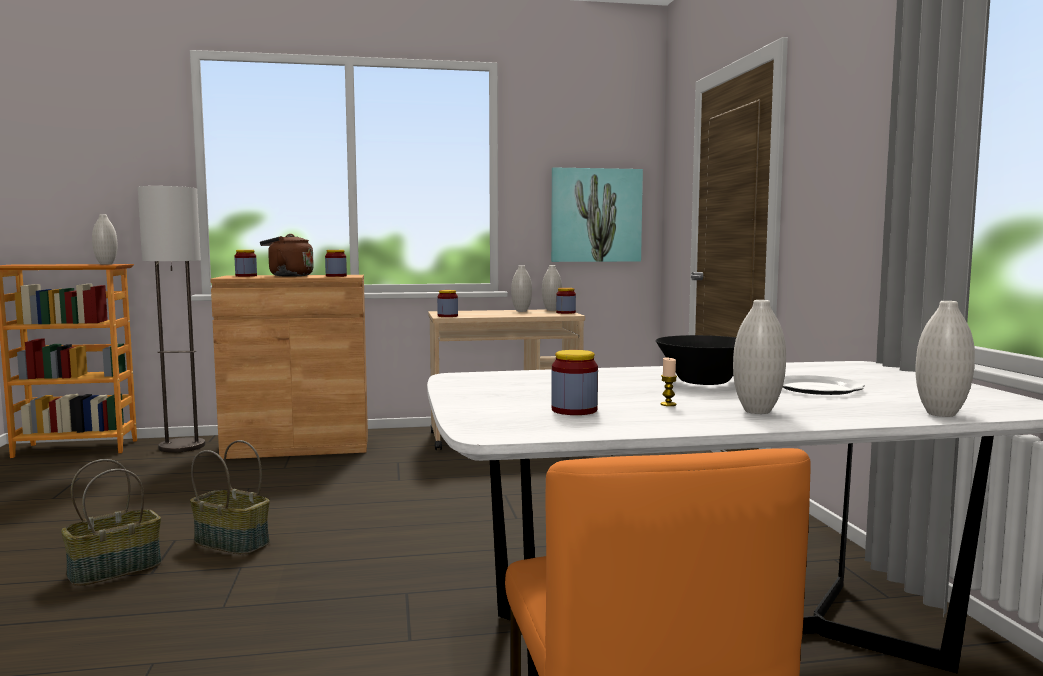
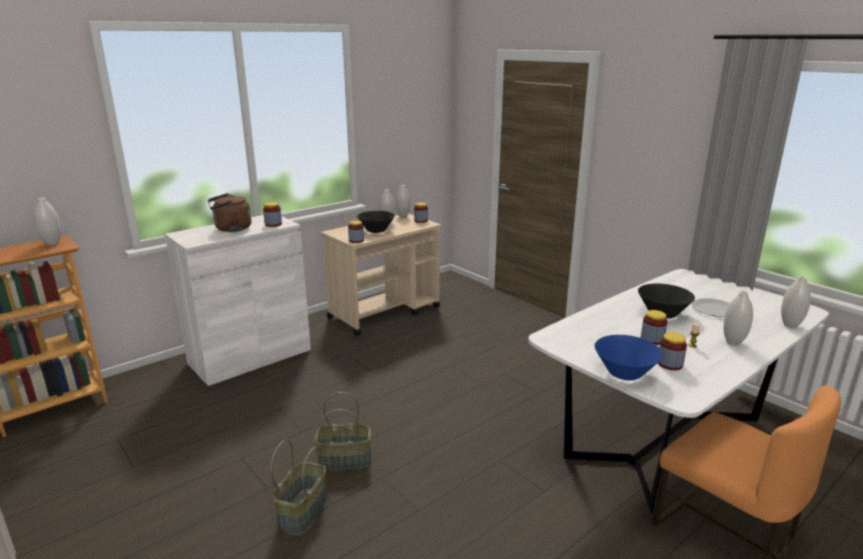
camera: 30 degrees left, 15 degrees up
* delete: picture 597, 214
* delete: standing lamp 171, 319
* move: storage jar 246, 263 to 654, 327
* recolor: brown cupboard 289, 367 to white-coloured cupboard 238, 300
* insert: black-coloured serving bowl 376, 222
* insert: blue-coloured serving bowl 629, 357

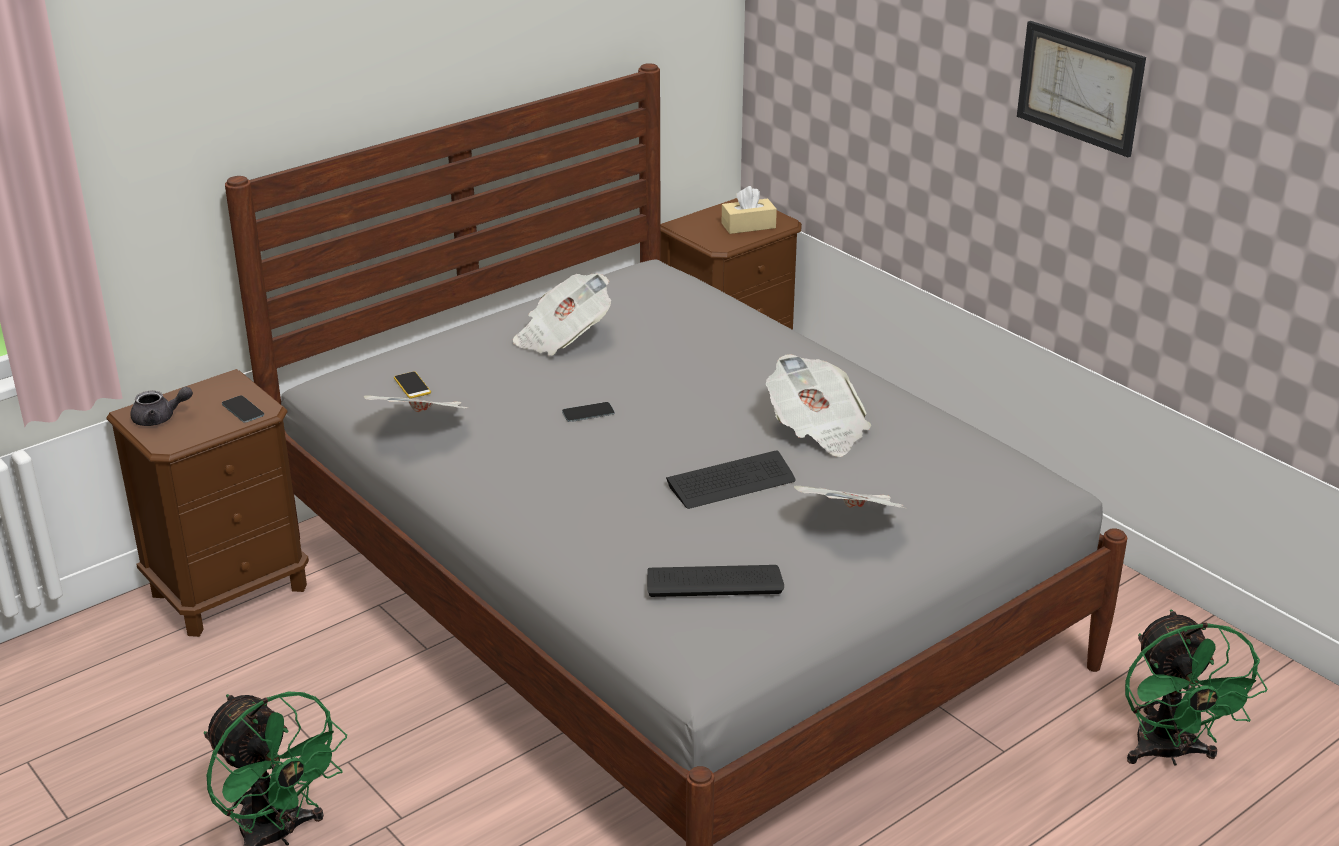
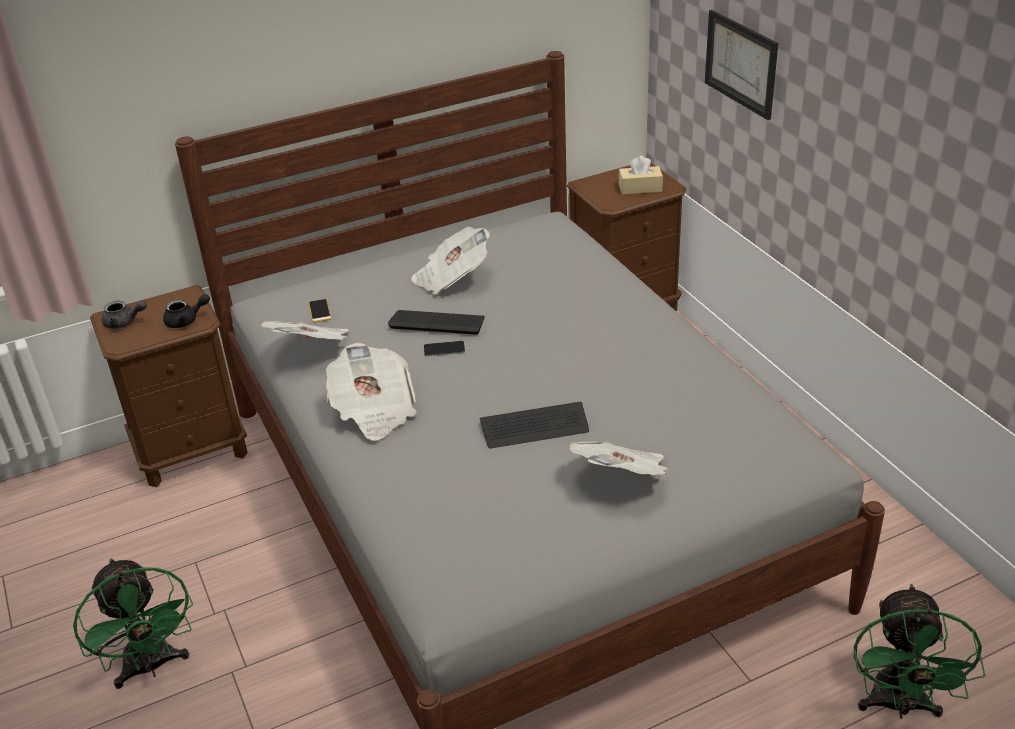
camera: 15 degrees right, 5 degrees up
* move: picture 1081, 89 to 741, 65
* move: daily paper 818, 405 to 371, 392
* replace: phone 243, 409 to black-coloured tea pot 186, 311
* move: computer keyboard 715, 581 to 436, 322

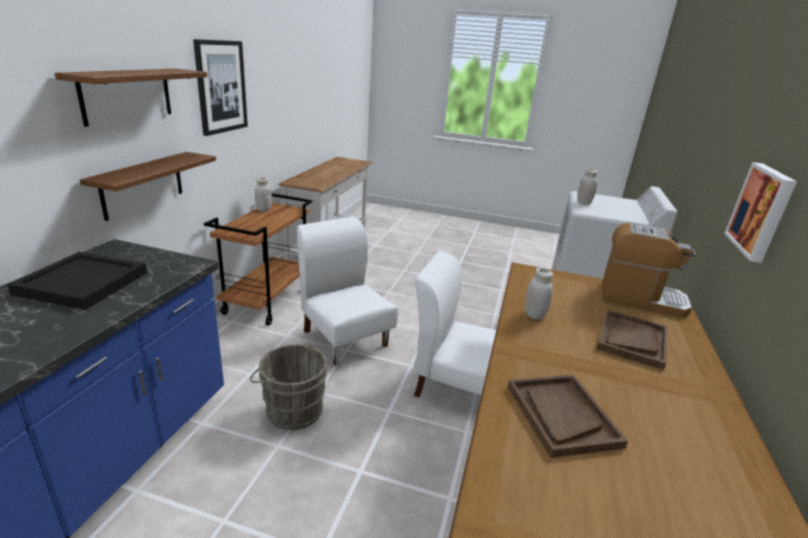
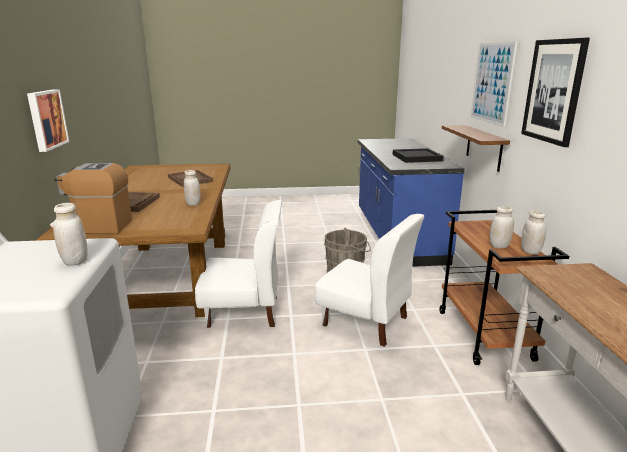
camera: 160 degrees right, 5 degrees down
* replace: wall shelf 131, 98 to picture 494, 84
* insert: white-coloured storage jar 502, 227

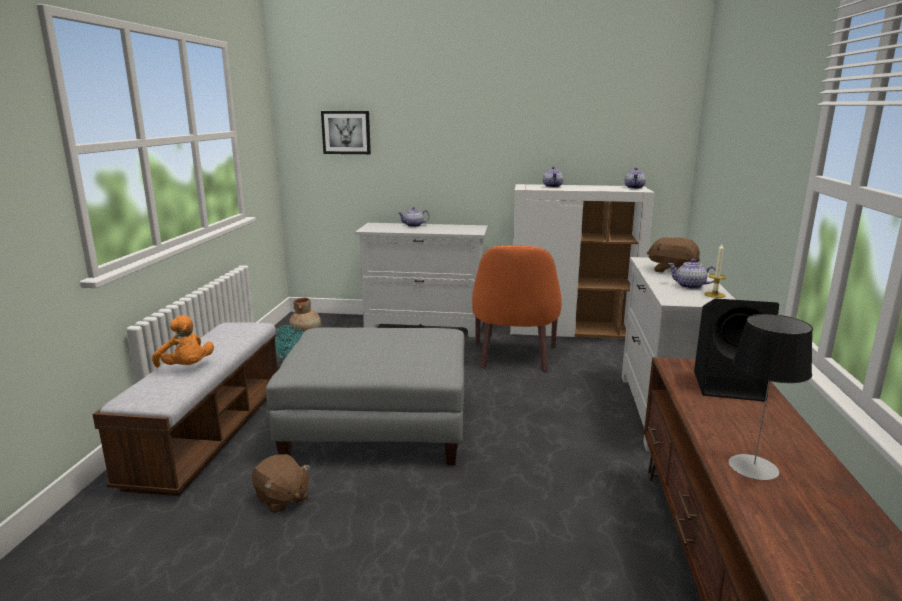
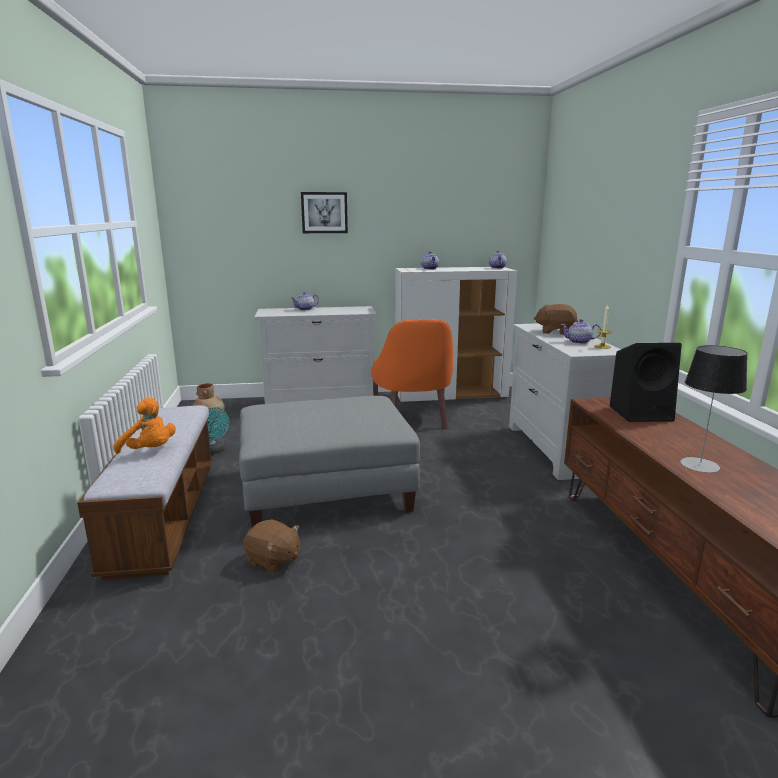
camera: 15 degrees left, 0 degrees up
* move: picture 346, 132 to 324, 212

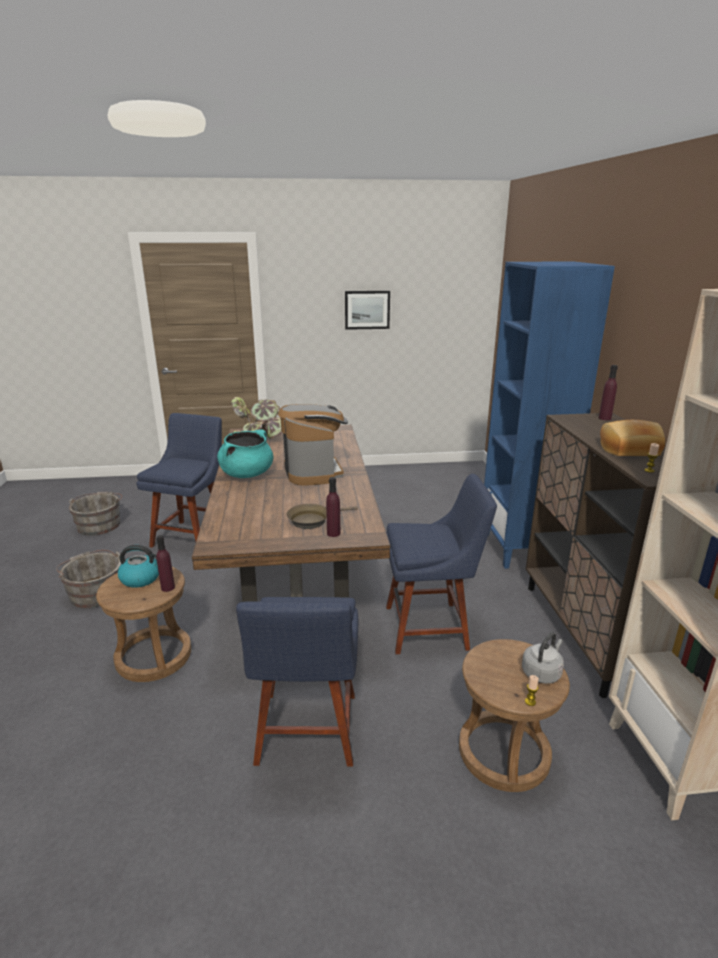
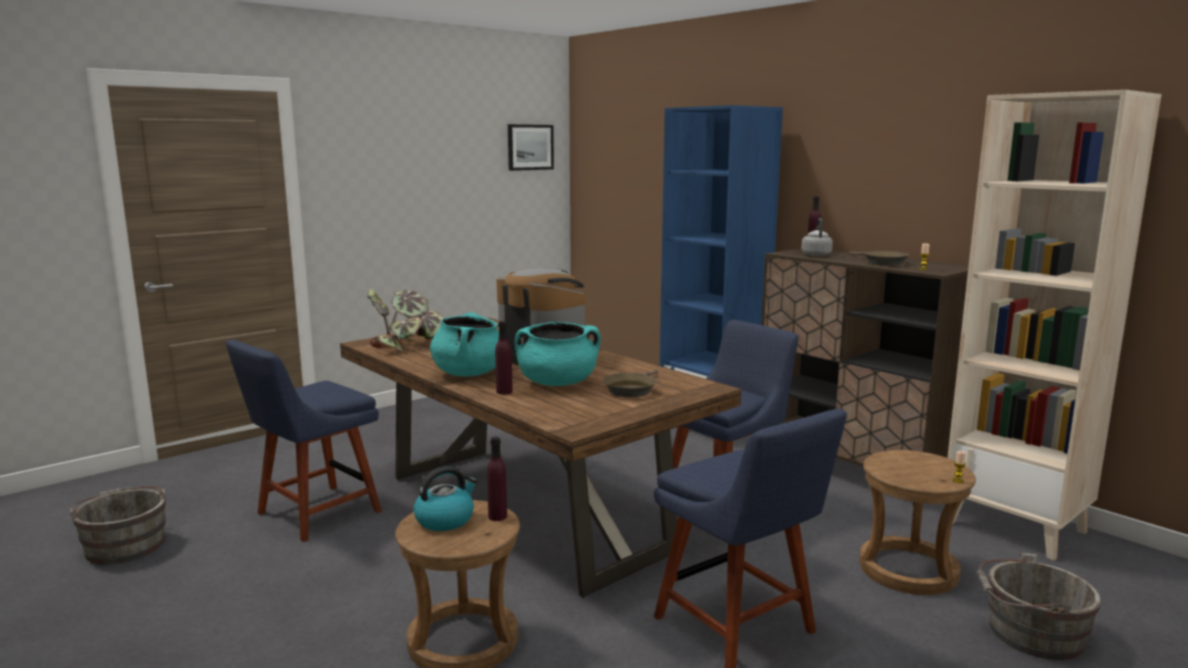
camera: 35 degrees left, 10 degrees down
* move: picture 367, 310 to 531, 147
* rotate: blue-coloured upright chair 179, 480 = 304, 441 120 degrees counterclockwise
* replace: bread 632, 438 to brown pan 880, 258
* move: purple-coloured bottle 333, 507 to 504, 358
* move: greyish pail 88, 579 to 1038, 606
* move: greyish kettle 543, 658 to 817, 237
* insert: blue-green stockpot 558, 354

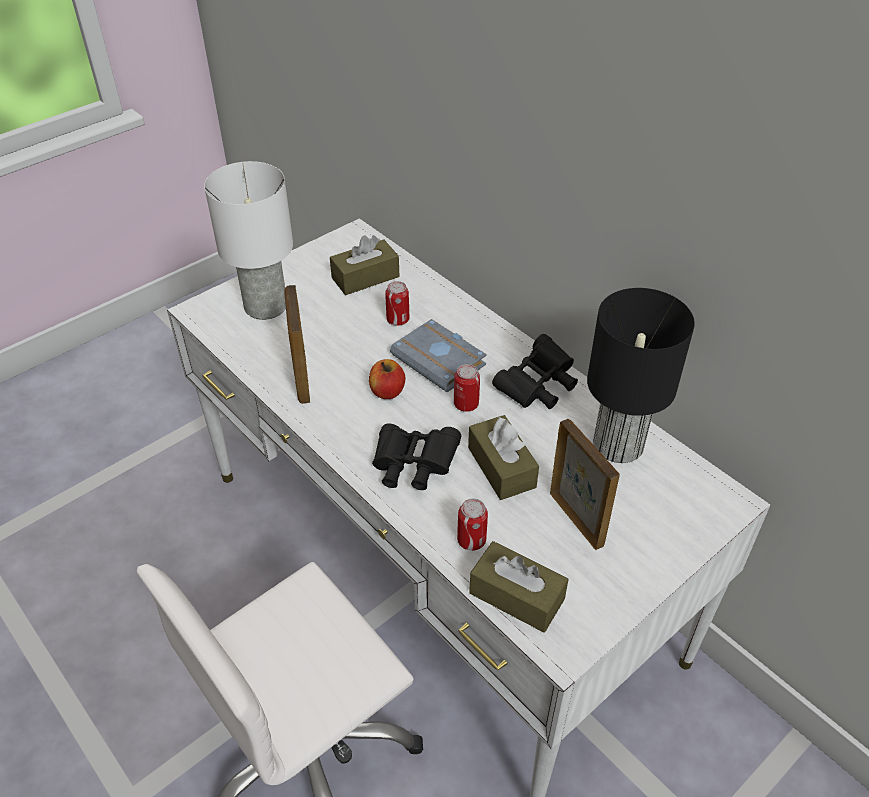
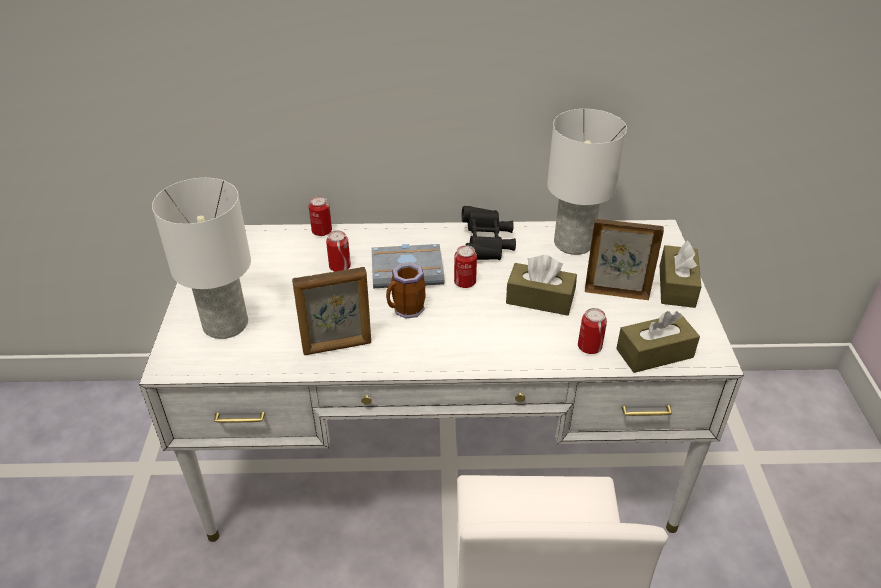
camera: 50 degrees left, 5 degrees down
* move: brown tissue box 364, 265 to 681, 274
* rotate: photo frame 297, 344 = 331, 311 45 degrees counterclockwise
* recolor: black-coloured table lamp 641, 375 to white-coloured table lamp 587, 182
* replace: whole apple 387, 379 to coffee mug 405, 290
* delete: black-coloured binoculars 416, 456
* insert: sealed can 320, 216

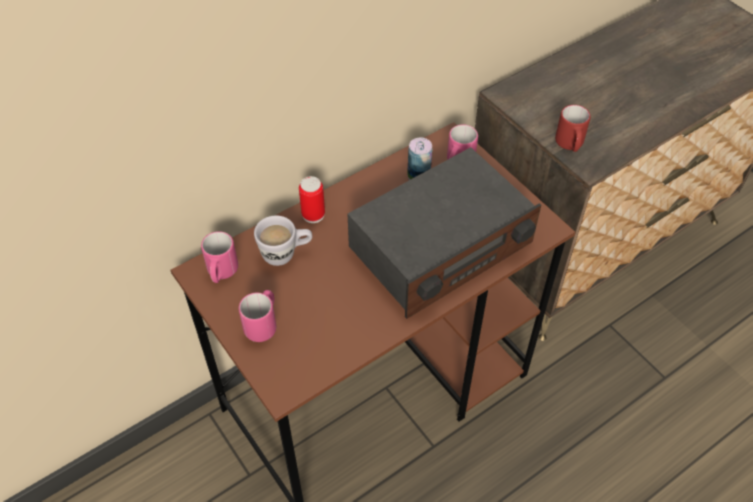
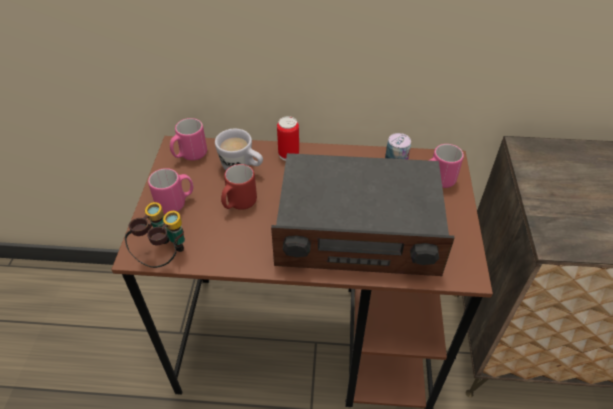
camera: 40 degrees right, 5 degrees down
* move: red coffee mug 573, 128 to 239, 187
* insert: binoculars 155, 235

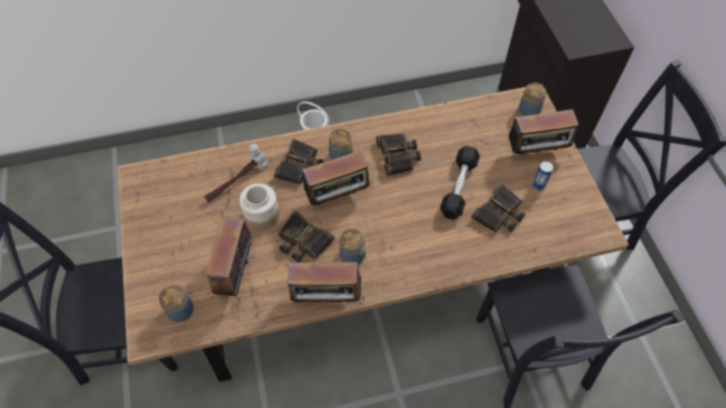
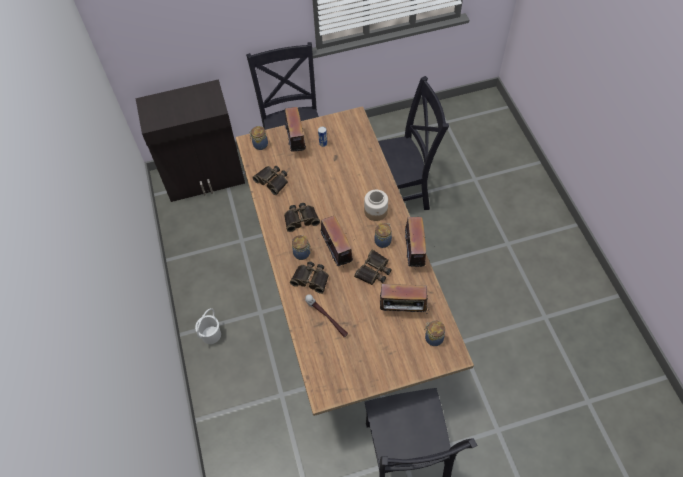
camera: 90 degrees left, 0 degrees up
* delete: black-coloured dumbbell 460, 183
* move: storage jar 259, 206 to 376, 205
* move: binoculars 498, 208 to 270, 180

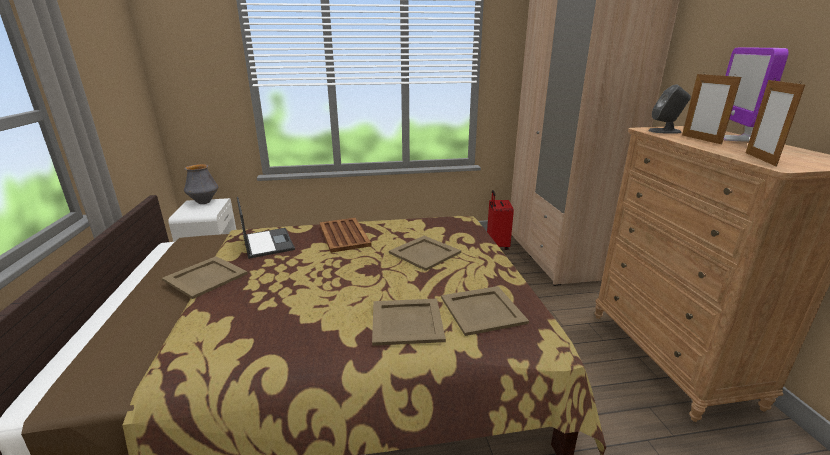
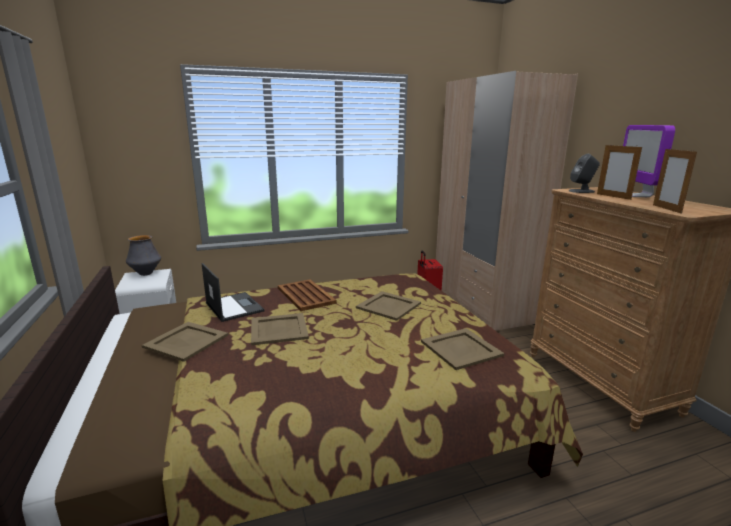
camera: 10 degrees left, 5 degrees down
* move: beige-coloured carrying tray 409, 322 to 280, 329

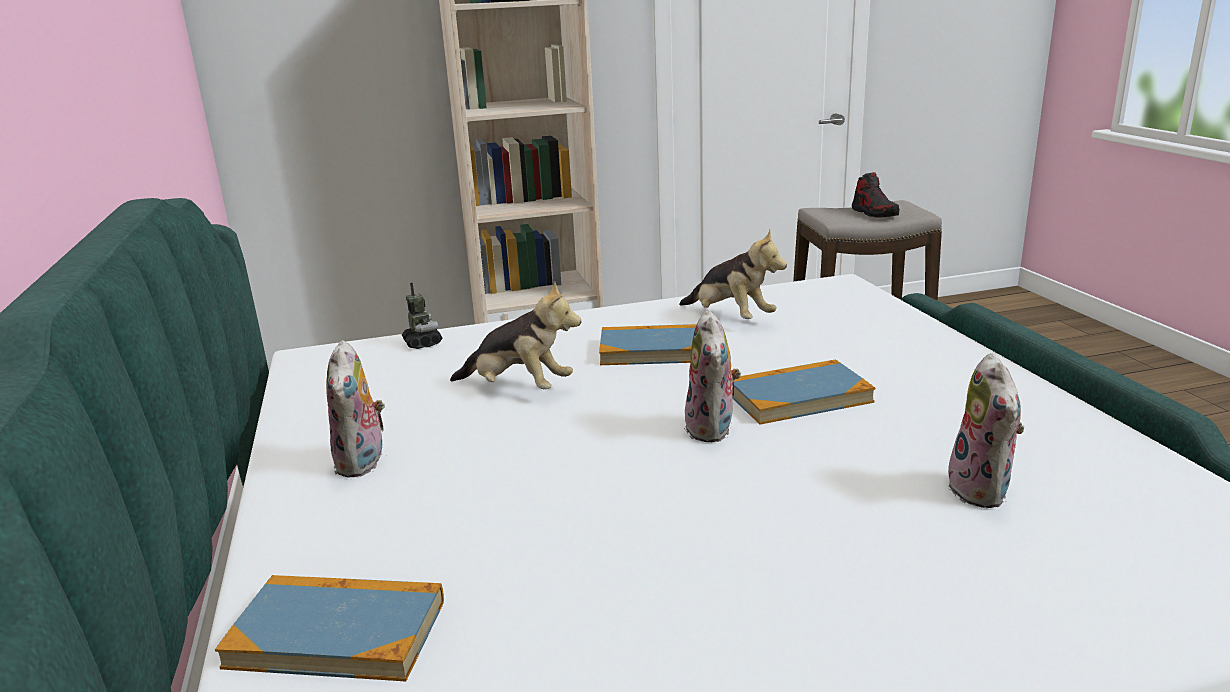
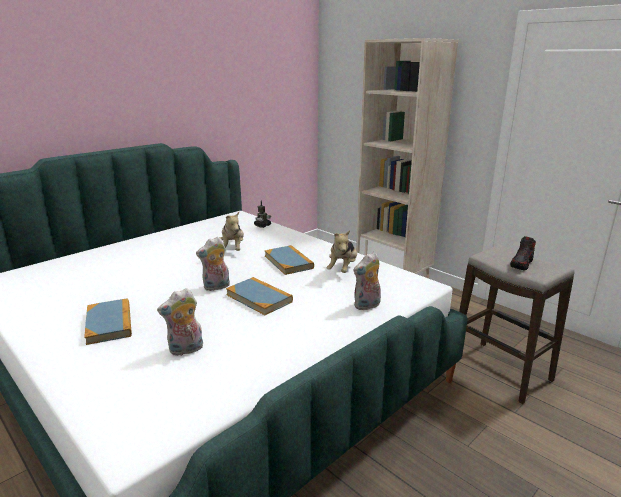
camera: 60 degrees right, 0 degrees up
* move: soft toy 356, 409 to 367, 281
* move: volume 329, 628 to 108, 321

